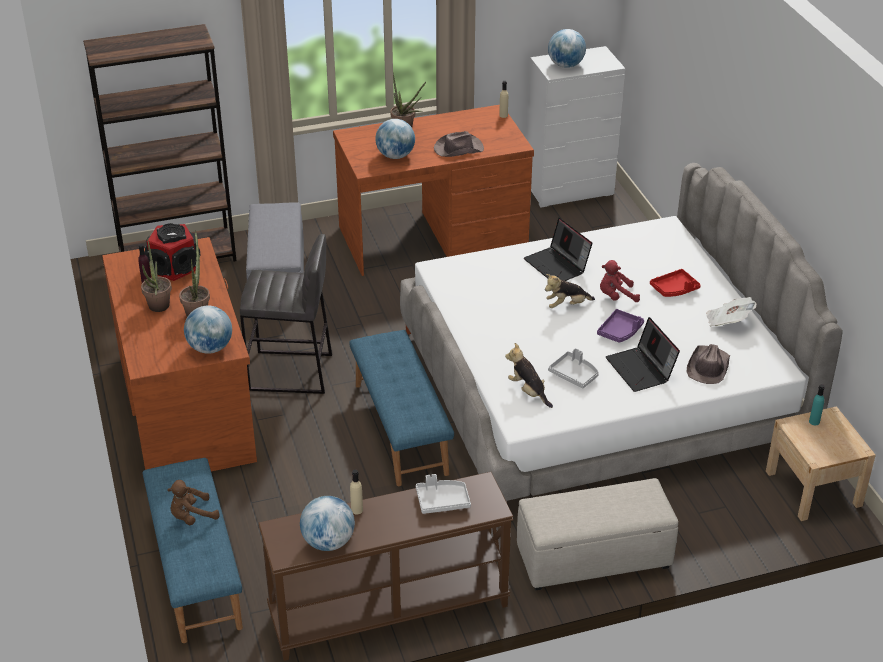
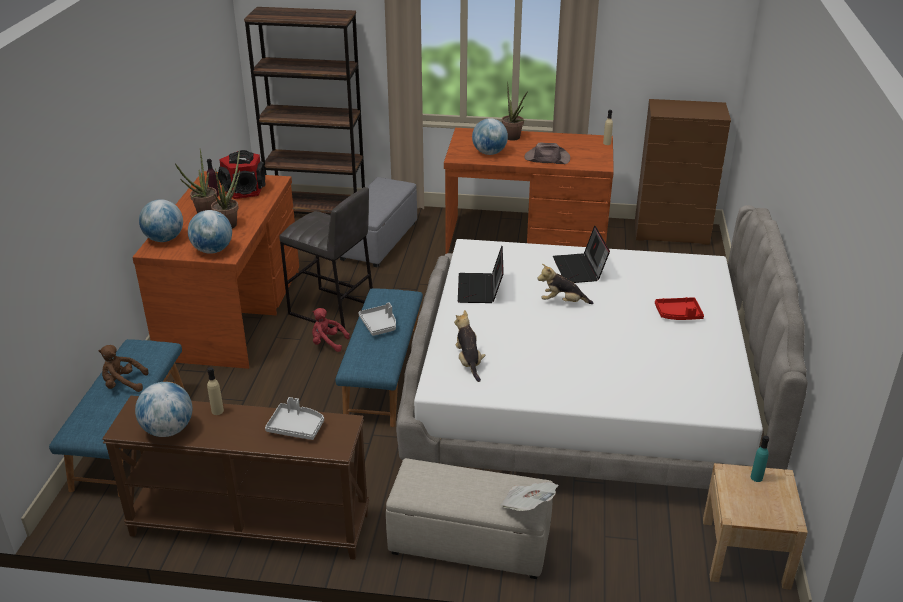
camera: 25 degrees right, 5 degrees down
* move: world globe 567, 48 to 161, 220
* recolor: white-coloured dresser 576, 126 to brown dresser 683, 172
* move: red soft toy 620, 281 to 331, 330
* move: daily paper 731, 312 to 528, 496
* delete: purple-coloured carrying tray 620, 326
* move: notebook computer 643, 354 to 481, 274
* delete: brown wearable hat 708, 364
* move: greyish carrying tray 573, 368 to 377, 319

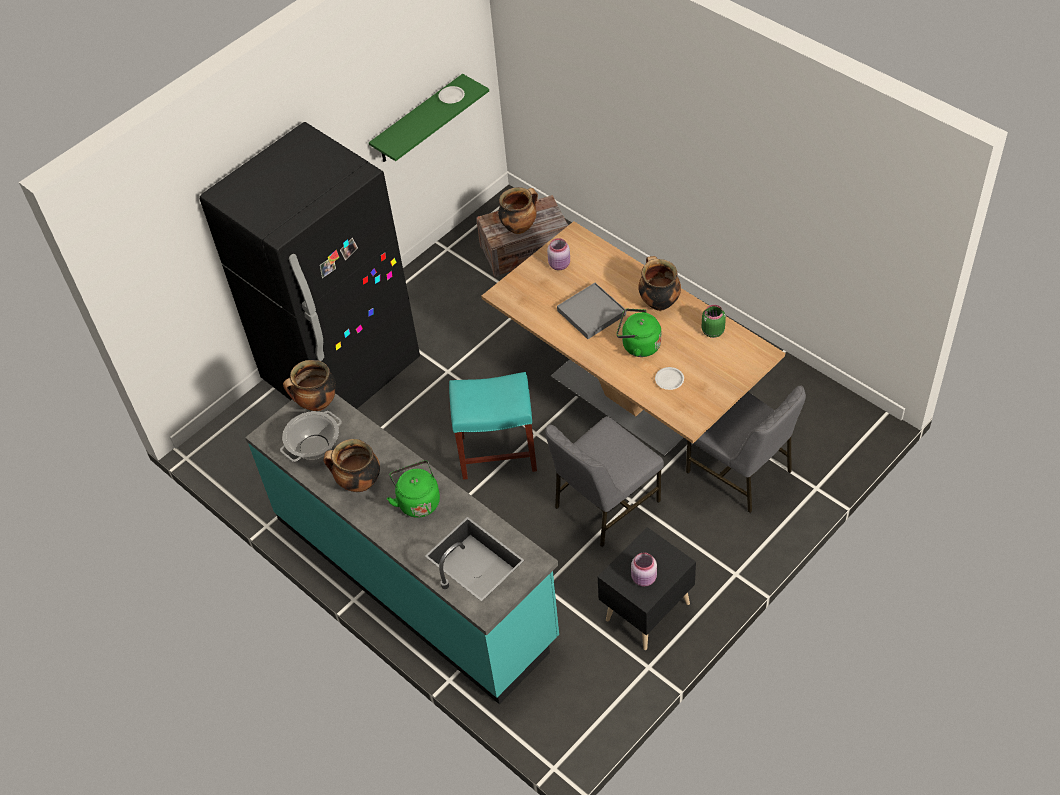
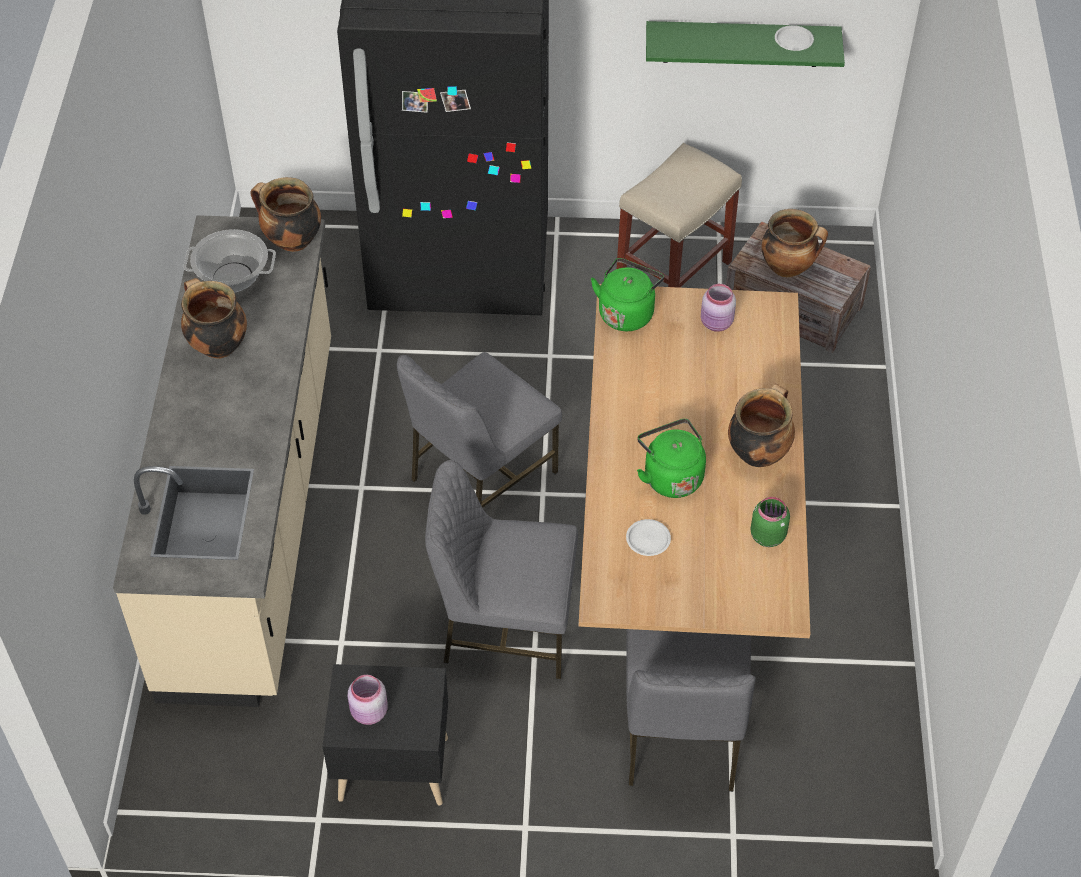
camera: 45 degrees right, 0 degrees up
* delete: greyish carrying tray 591, 311
* replace: blue-green sitting stool 493, 426 to greyish upright chair 479, 430
* recolor: blue-green kitchen counter 402, 548 to beige-coloured kitchen counter 222, 461
* move: green kettle 413, 489 to 627, 294
* insert: beige-coloured sitting stool 679, 215

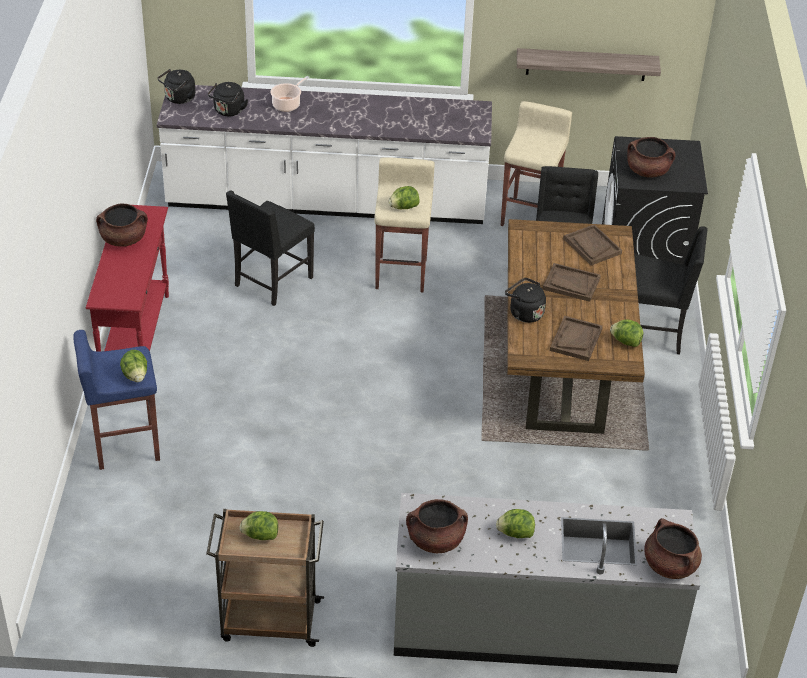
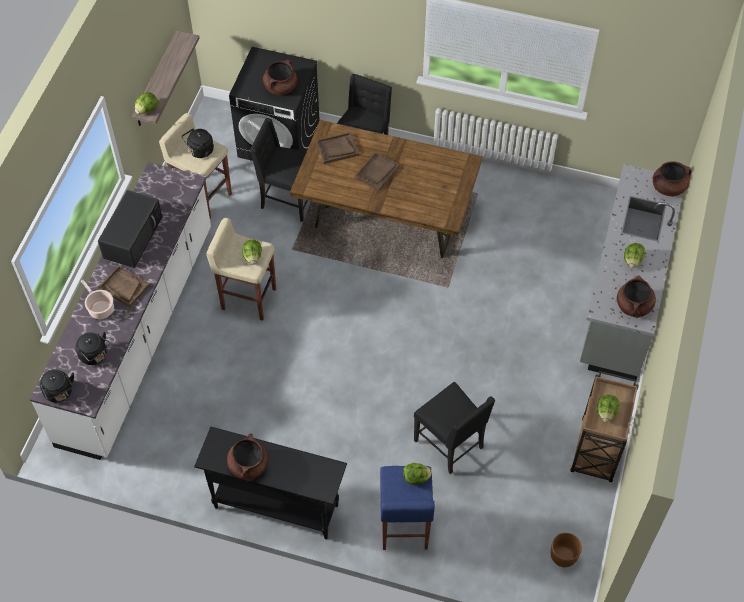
camera: 75 degrees left, 15 degrees up
* move: black-coloured upright chair 270, 248 to 454, 428
* recolor: red hall table 127, 278 to black-coloured hall table 270, 483
* move: black-coloured kettle 525, 300 to 198, 143
* move: brown carrying tray 576, 338 to 124, 286
* move: lettuce head 627, 333 to 147, 103
* insert: black-coloured kitchen microwave 130, 229
* insert: brown flower pot 566, 550

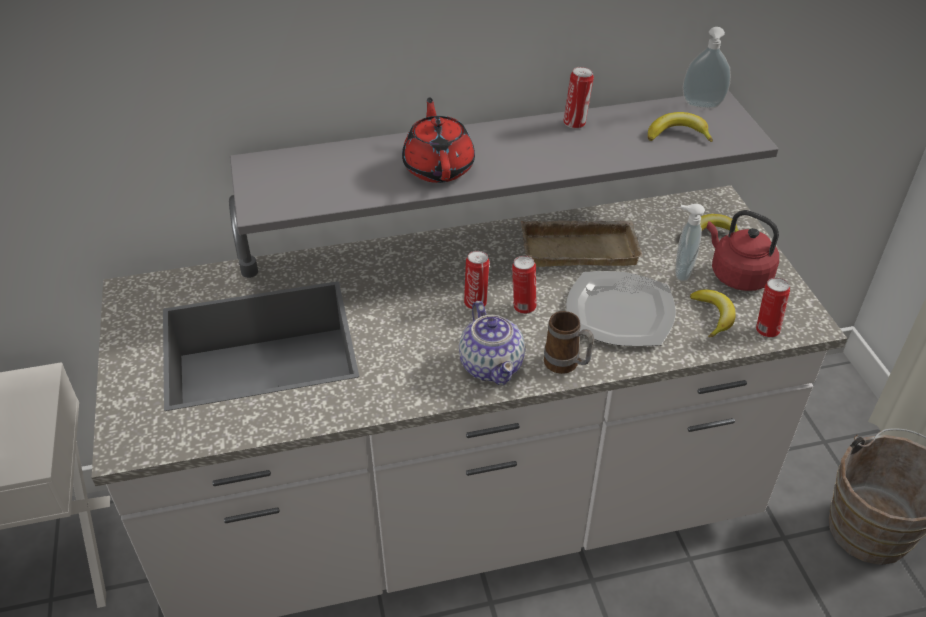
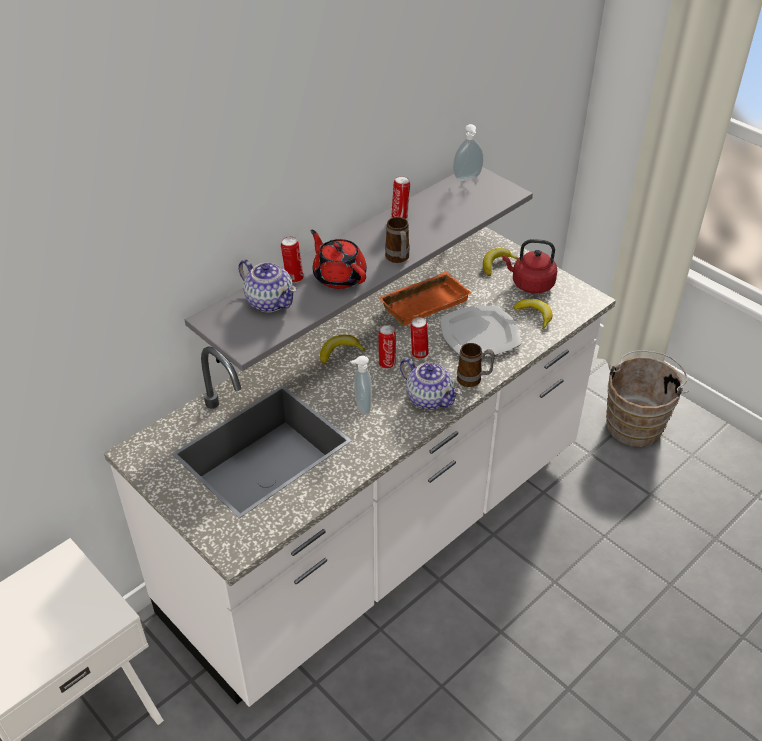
camera: 30 degrees left, 0 degrees up
* move: whole banana 680, 127 to 343, 349
* move: liquid soap bottle 690, 243 to 361, 385
* recolor: beige-coloured carrying tray 582, 243 to orangey carrying tray 424, 299
* move: sealed can 773, 308 to 292, 259
* insert: coffee mug 397, 240
* insert: tea pot 267, 285

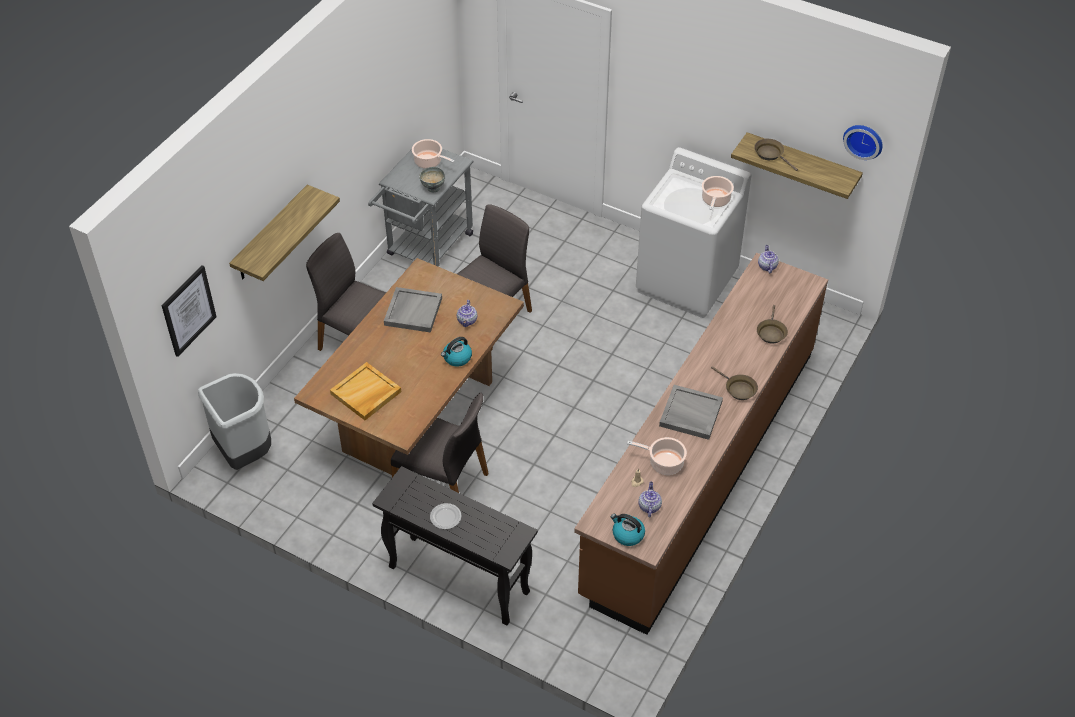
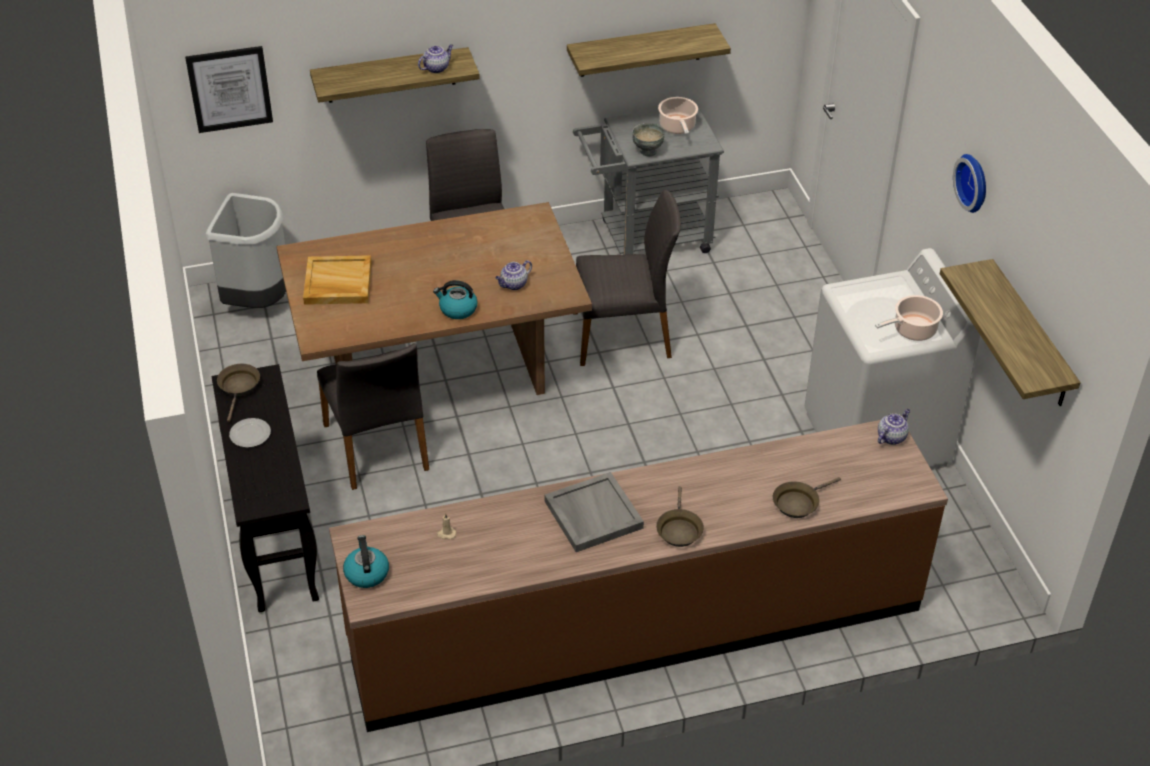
camera: 45 degrees right, 5 degrees down
* move: wall clock 862, 142 to 969, 183
* move: brown pan 776, 155 to 238, 393
* delete: greyish carrying tray 413, 310
* delete: stockpot 657, 456
* move: tea pot 650, 499 to 435, 58
* insert: wall shelf 649, 50

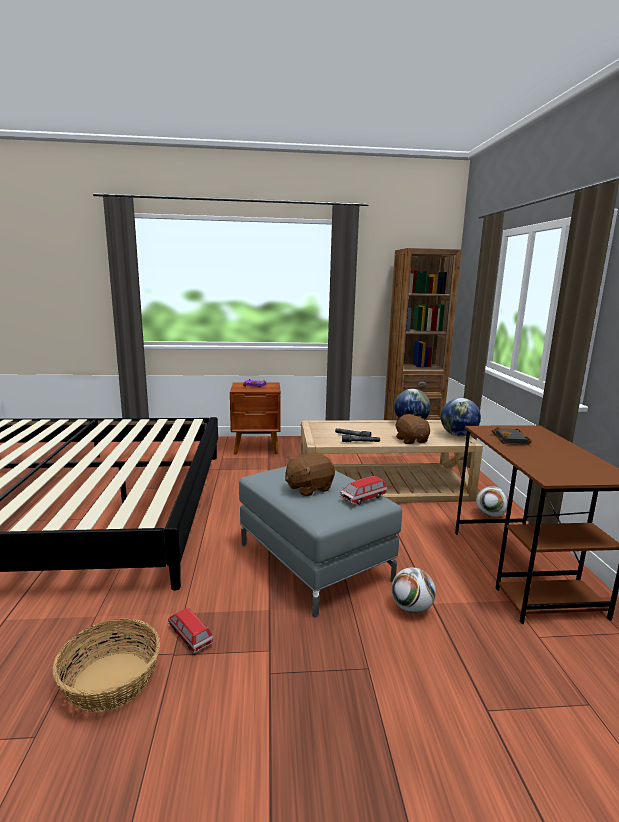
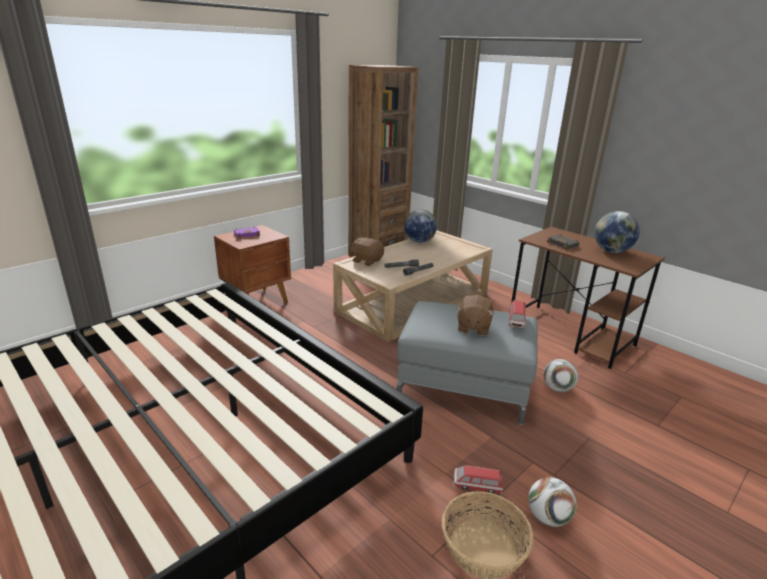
camera: 40 degrees left, 10 degrees up
* move: world globe 461, 417 to 617, 232
* move: brown soft toy 412, 429 to 367, 251
* move: football ball 492, 501 to 552, 502

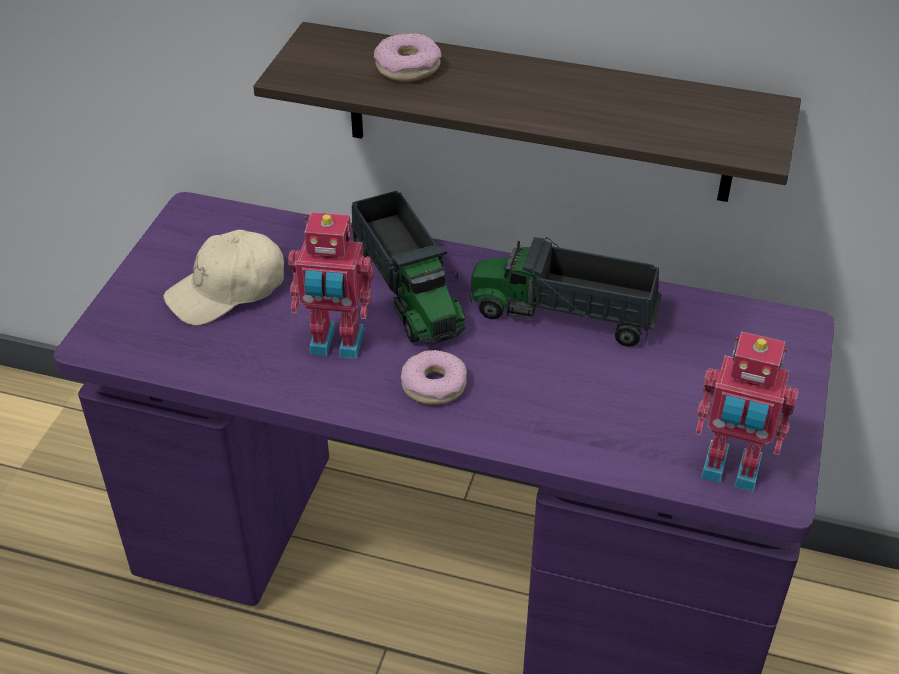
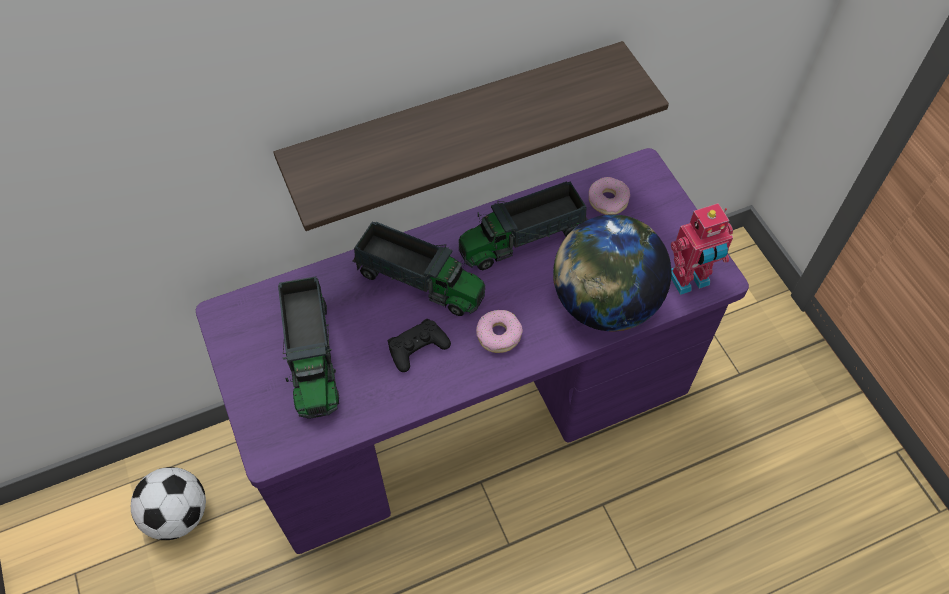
camera: 40 degrees left, 15 degrees up
* move: donut 407, 57 to 609, 196
* replace: toy robot 331, 285 to black-coloured game controller 419, 345
* replace: beige-coloured baseball cap 223, 278 to model truck 308, 347
* insert: world globe 612, 273
* insert: football ball 168, 503

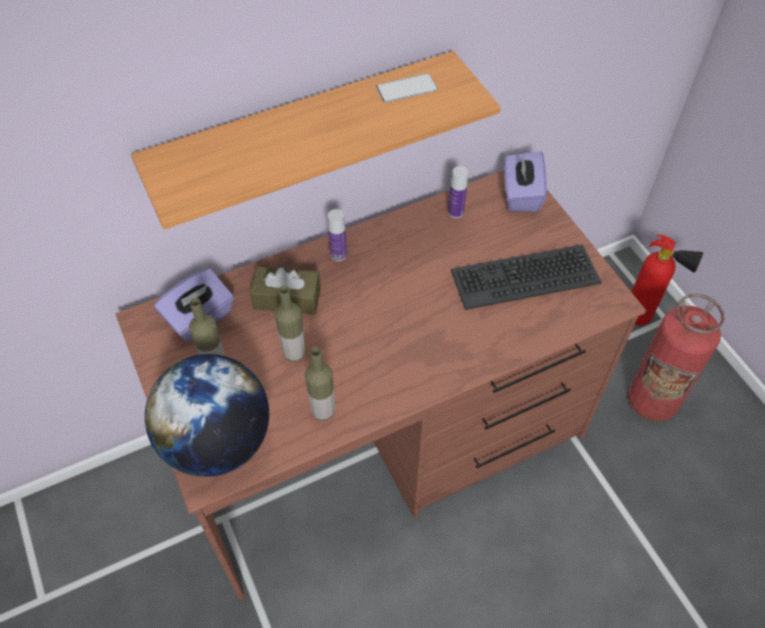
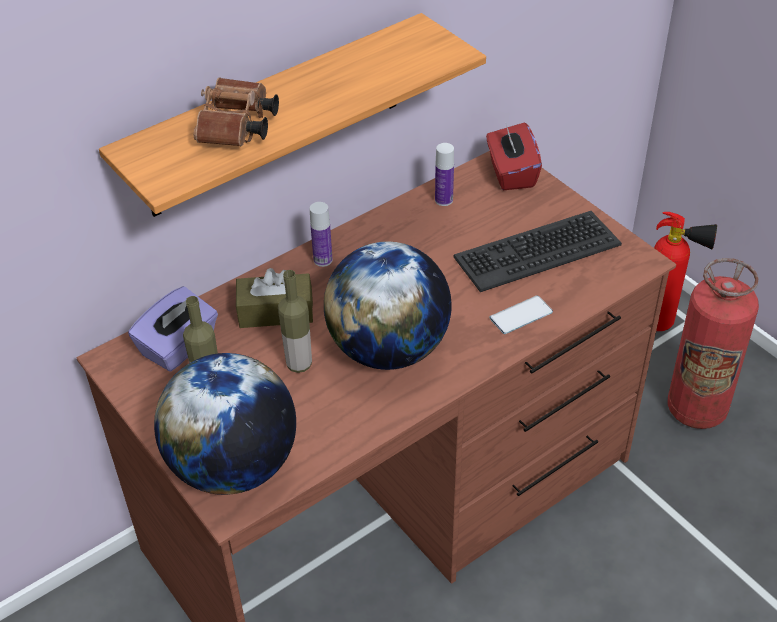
camera: 10 degrees left, 10 degrees down
* move: phone 407, 87 to 521, 315
* recolor: purple-coloured tissue box 525, 181 to red tissue box 514, 156
* delete: bottle 320, 384
* insert: brown binoculars 236, 111
* insert: world globe 388, 305

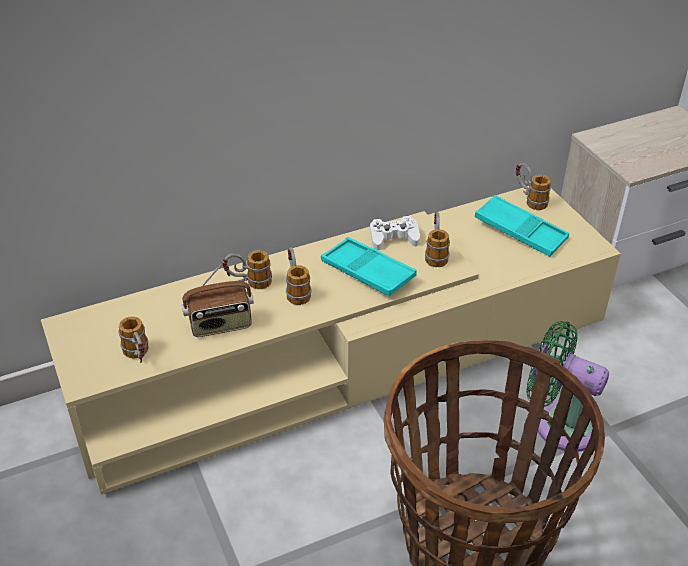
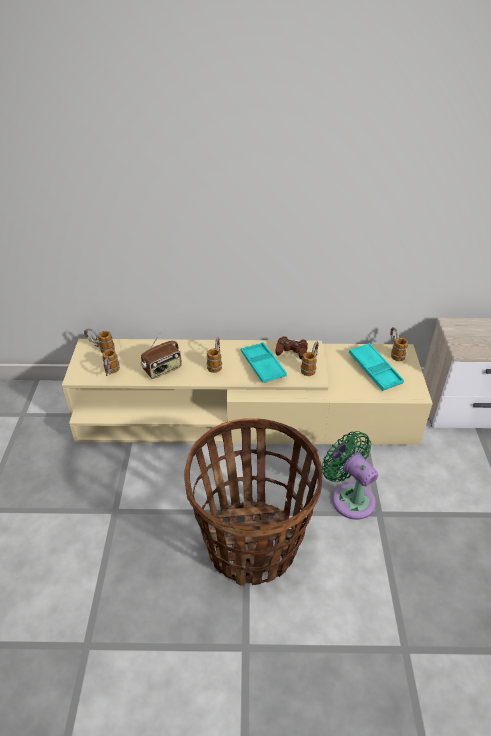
camera: 25 degrees right, 0 degrees up
* recolor: white-coloured game controller 395, 233 to brown game controller 292, 348
* move: coffee mug 247, 269 to 99, 340
* rotate: radio 218, 299 = 161, 355 45 degrees counterclockwise

